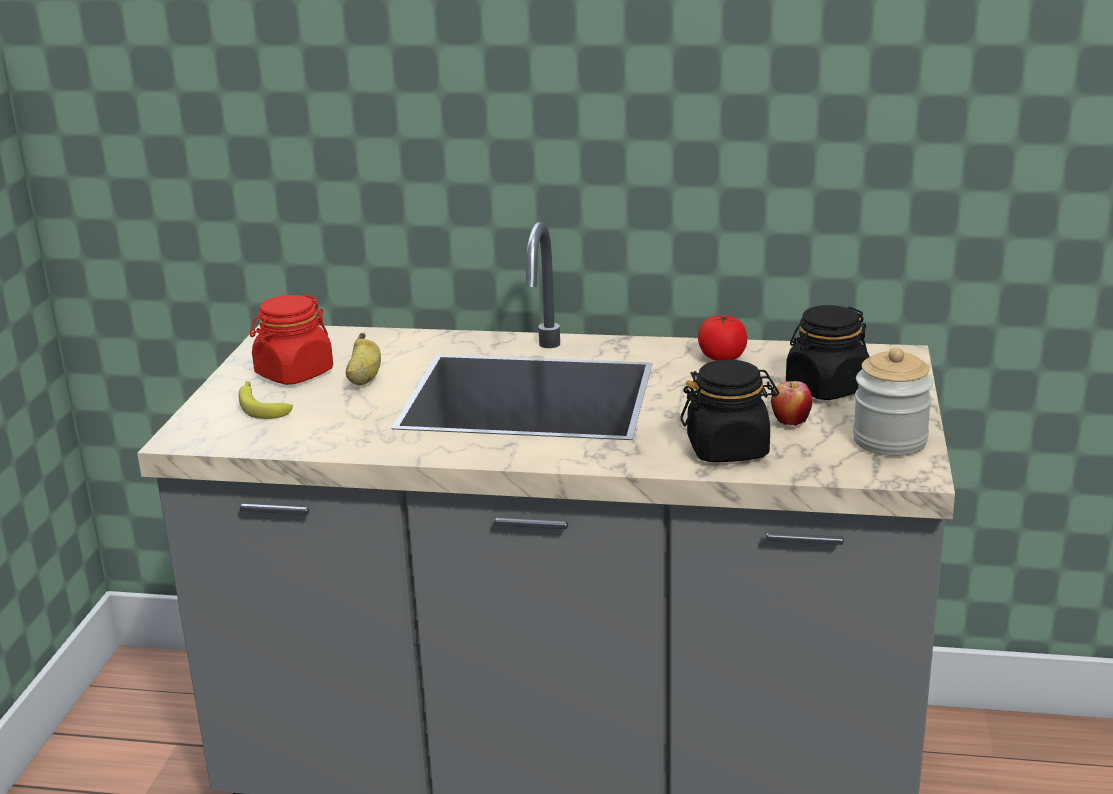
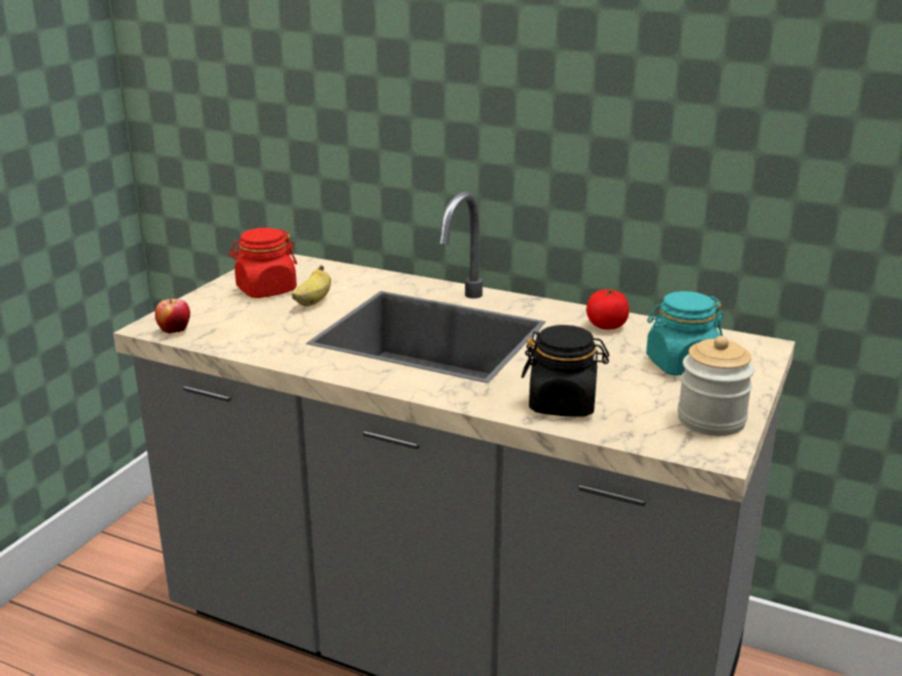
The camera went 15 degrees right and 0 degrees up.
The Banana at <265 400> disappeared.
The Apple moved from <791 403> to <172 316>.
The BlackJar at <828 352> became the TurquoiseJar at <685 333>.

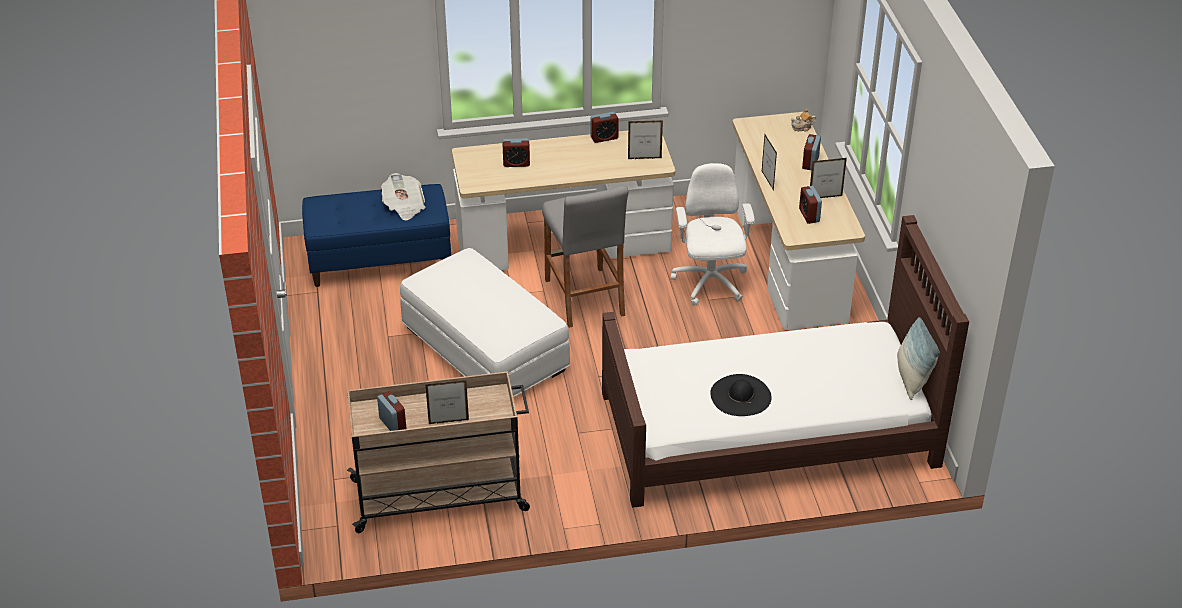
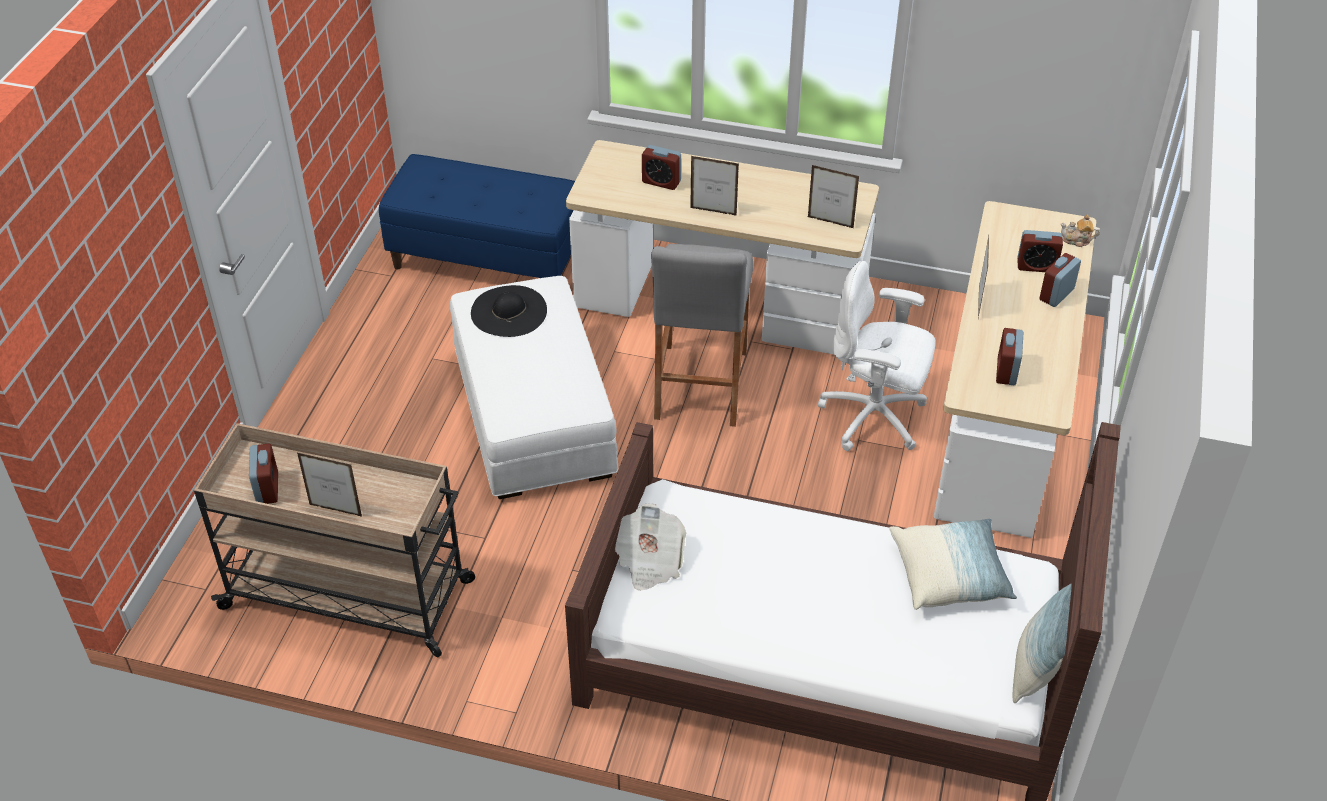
The camera went 25 degrees right and 5 degrees up.
The Pillow at <953 564> appeared.
The Newspaper moved from <403 197> to <650 547>.
The AlarmClock moved from <604 127> to <1040 251>.
The BlackHat moved from <741 395> to <509 311>.
The PictureFrame moved from <828 178> to <714 186>.
The WhiteOfficeChair at <713 234> turned 90 degrees counterclockwise.

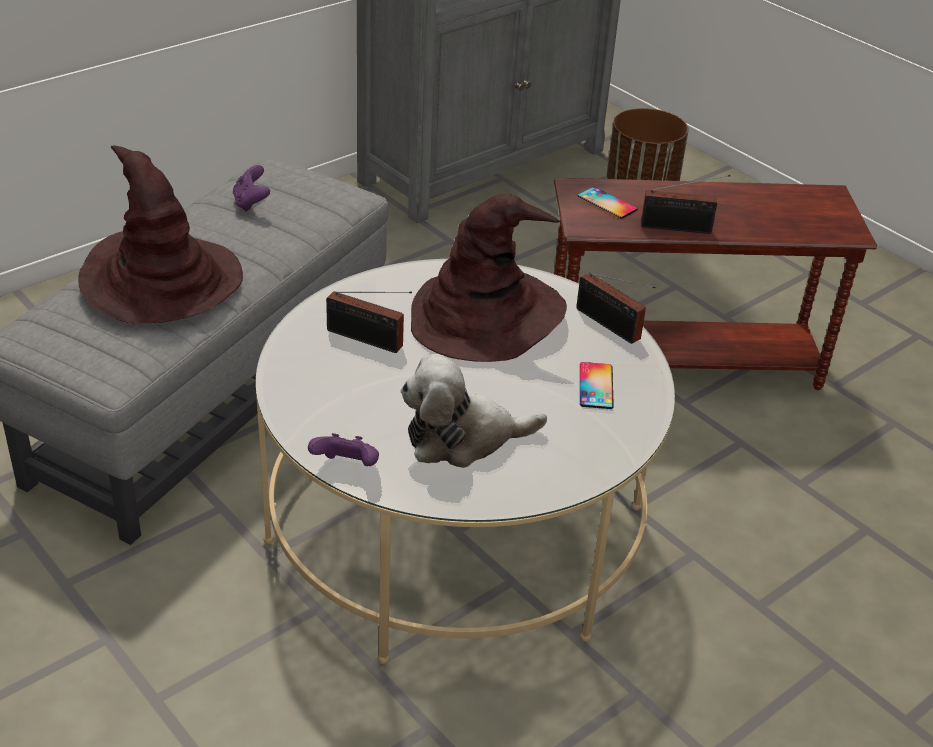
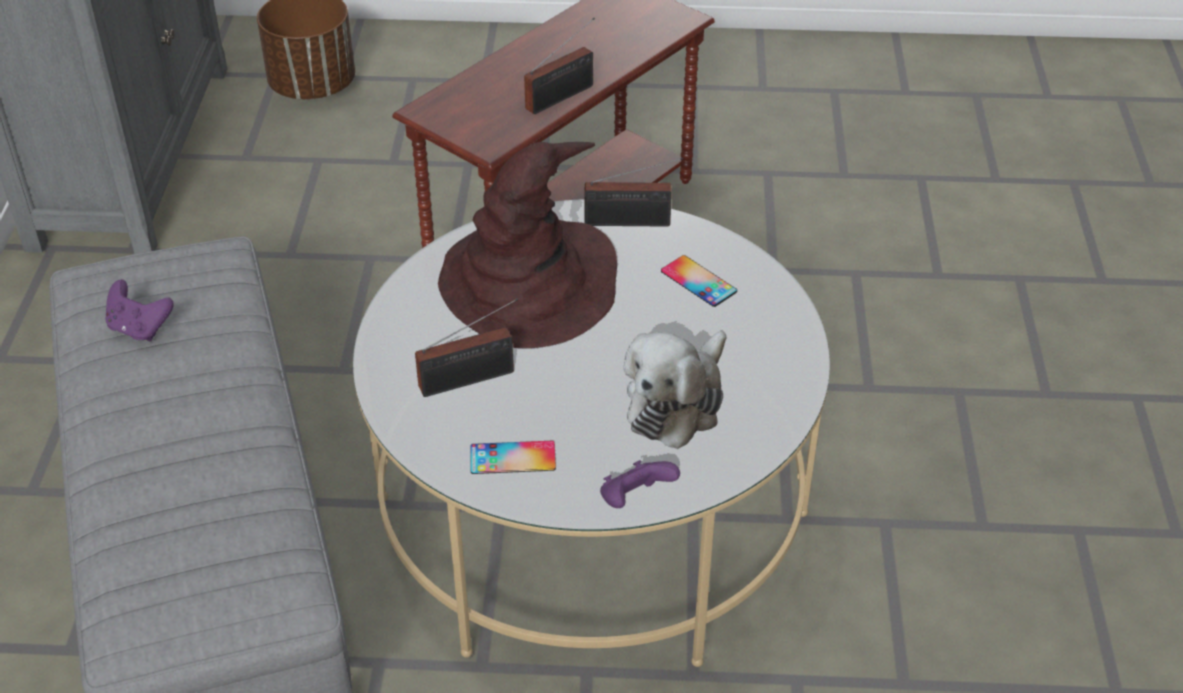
The camera went 45 degrees left and 5 degrees up.
The BrownHat at <160 234> disappeared.
The Phone moved from <608 202> to <513 457>.

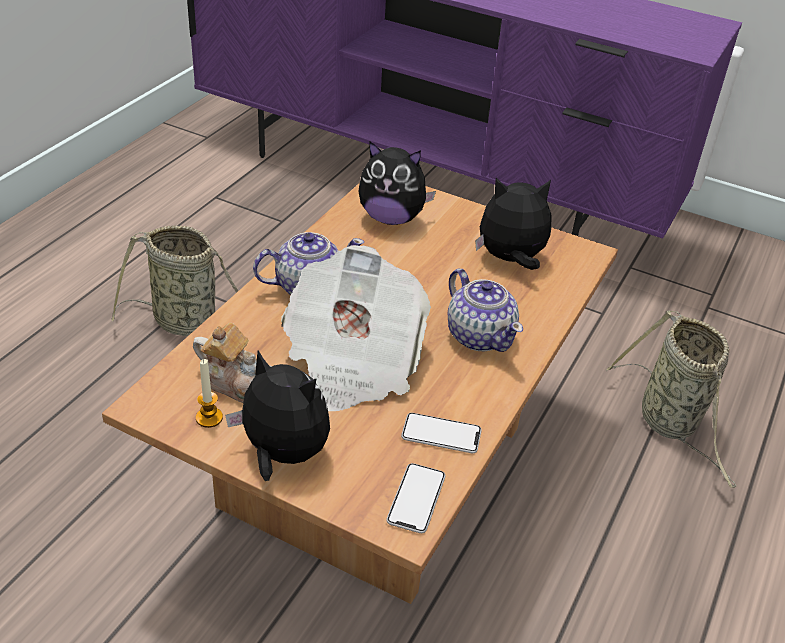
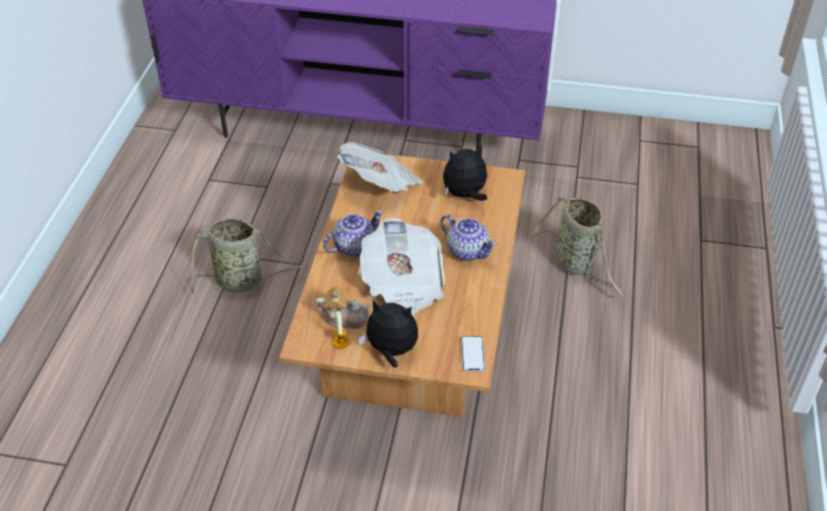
The camera went 15 degrees left and 5 degrees up.
The Phone at <441 433> disappeared.
The PlushToy at <397 183> was replaced by the Newspaper at <380 167>.

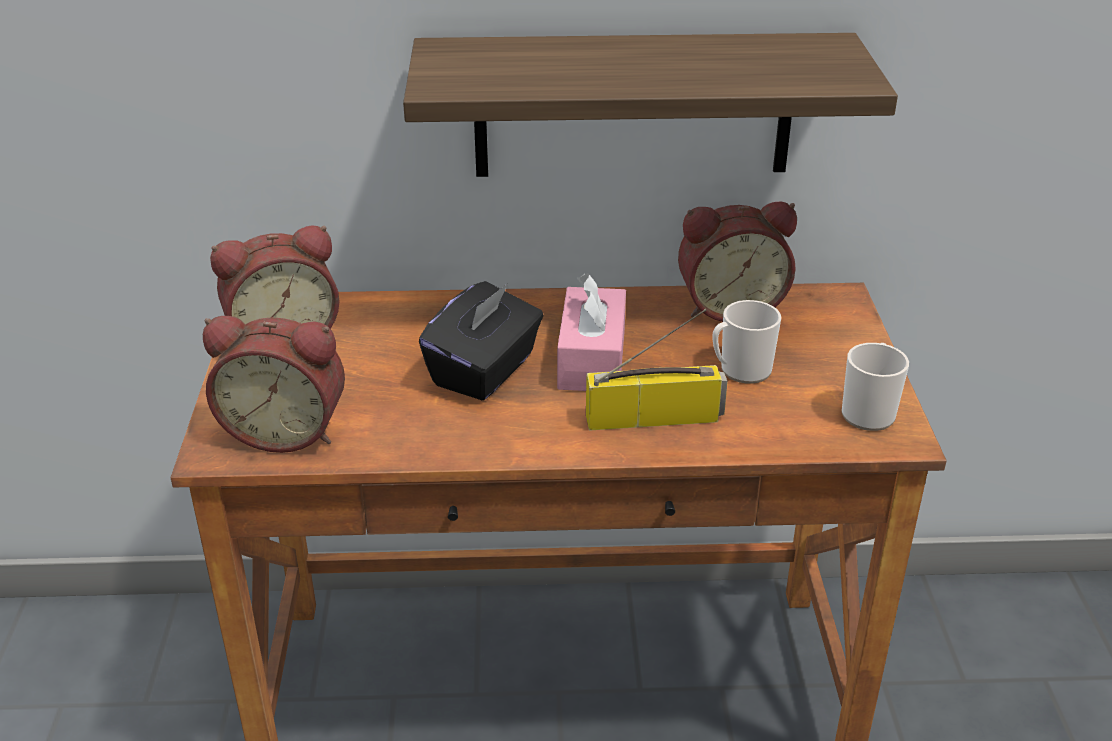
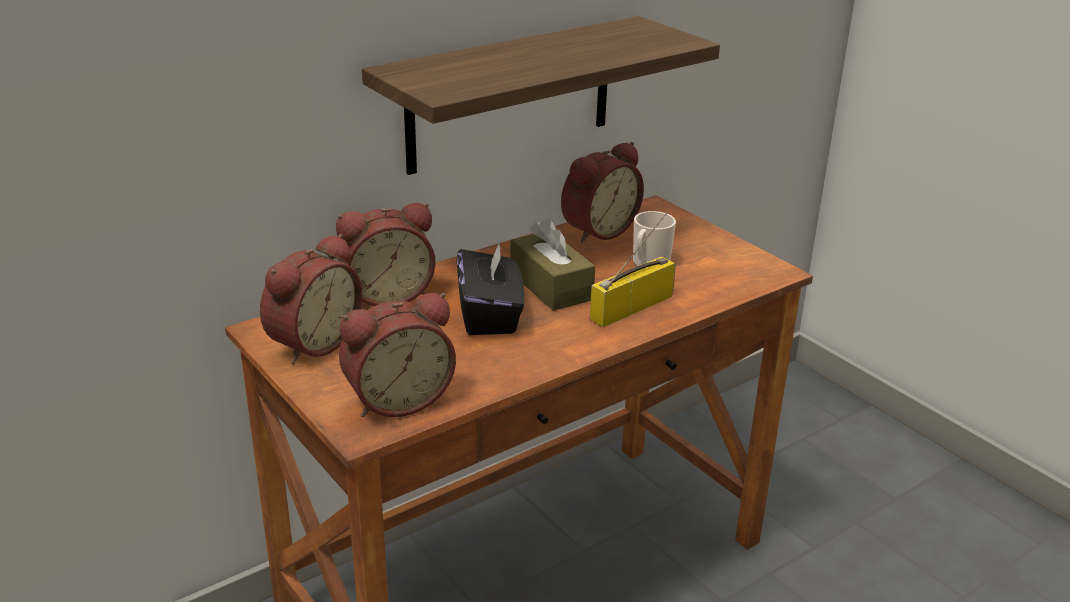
The camera went 35 degrees left and 5 degrees down.
The Mug at <875 387> disappeared.
The AlarmClock at <385 254> appeared.
The PinkTissueBox at <591 332> became the BrownTissueBox at <552 264>.

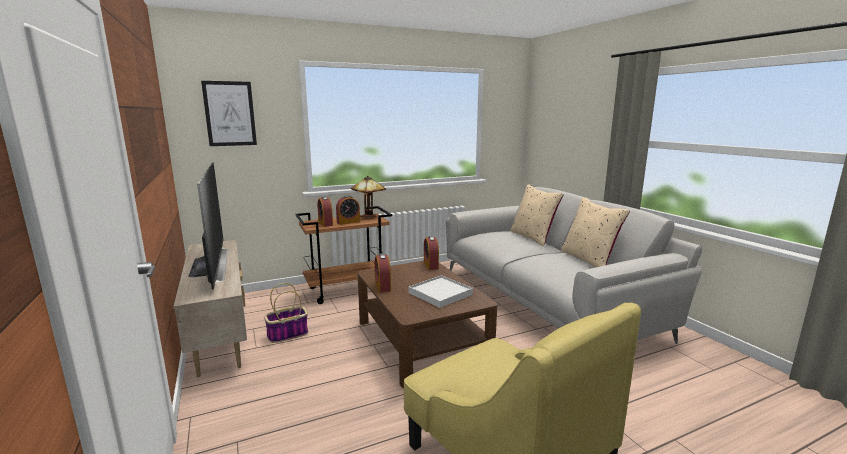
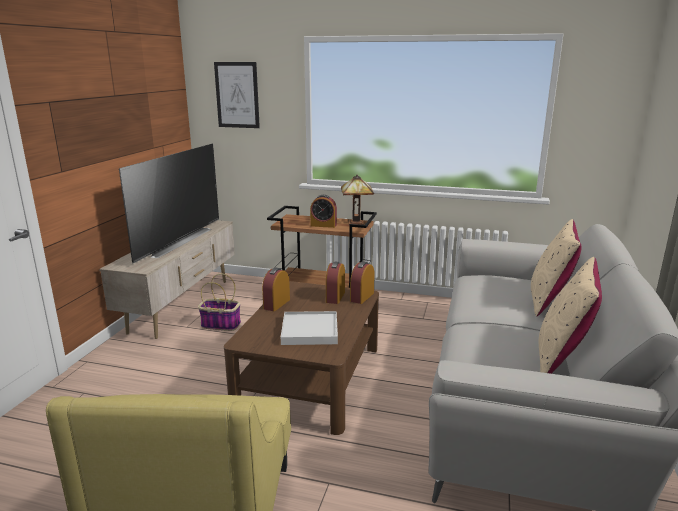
The camera went 40 degrees right and 5 degrees up.
The AlarmClock moved from <325 211> to <335 283>.

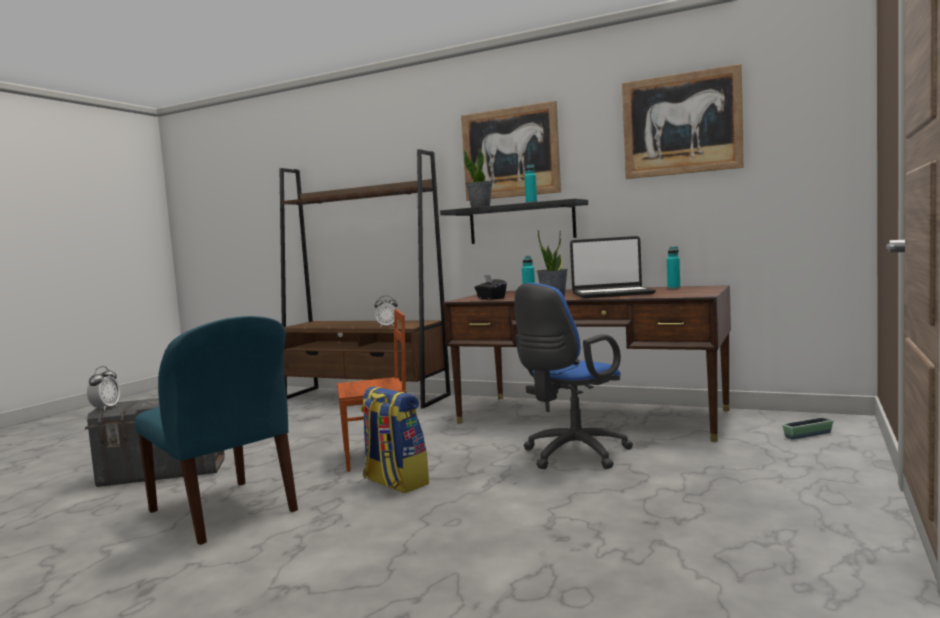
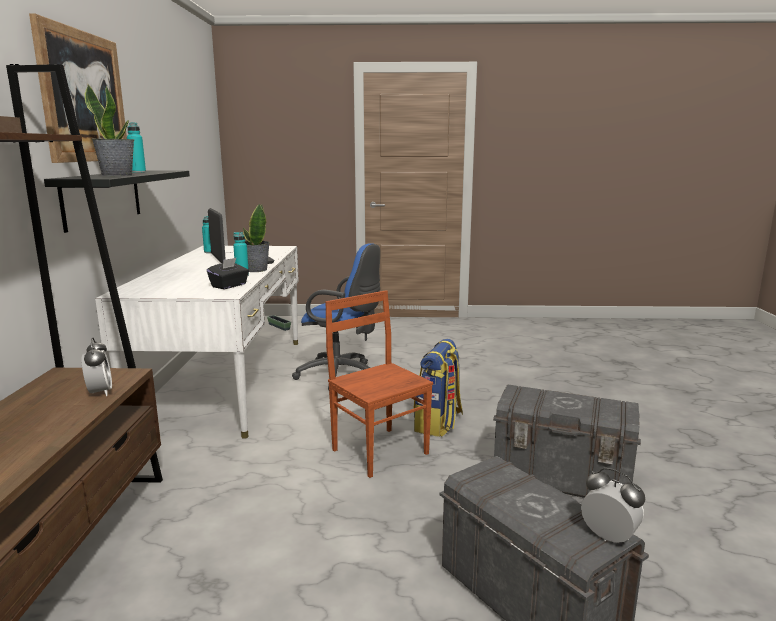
The camera went 115 degrees left and 10 degrees up.
The Picture at <683 121> disappeared.
The BlueChair at <216 430> was replaced by the GreyStorageBox at <567 441>.
The BrownDesk at <587 363> became the WhiteDesk at <197 342>.
The AlarmClock at <103 388> turned 60 degrees clockwise.

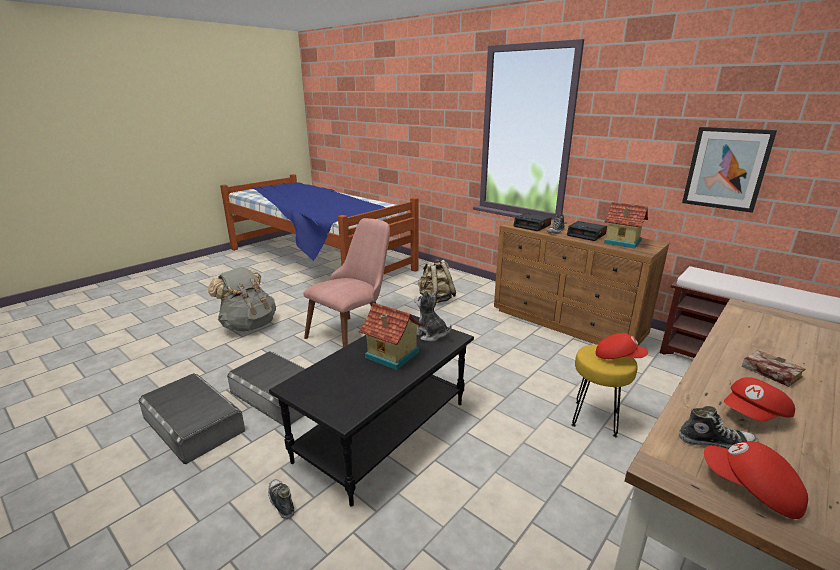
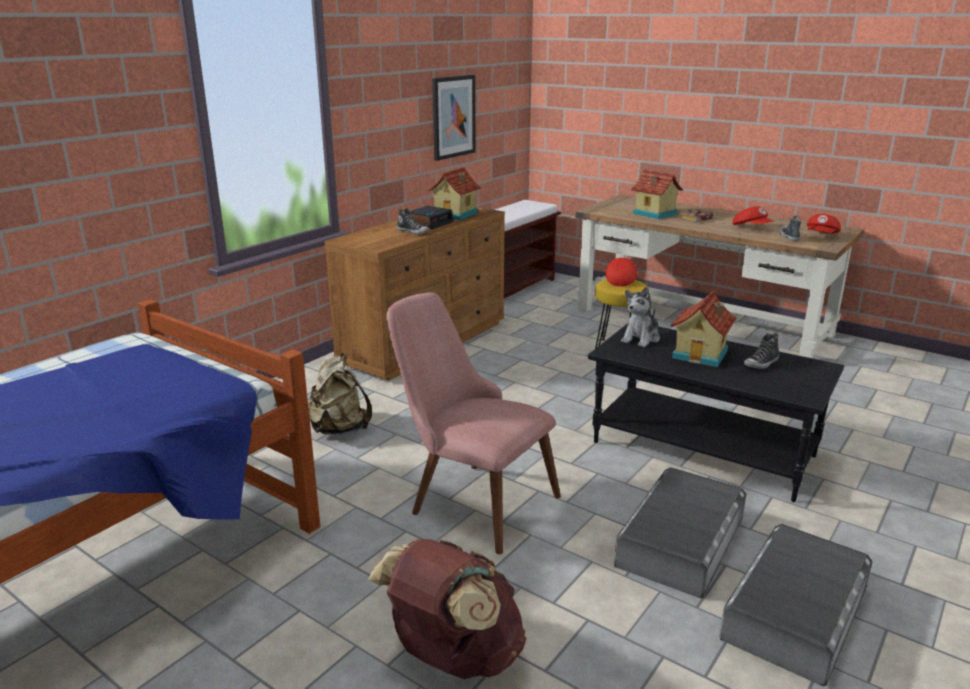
The camera went 95 degrees left and 0 degrees up.
The AlarmClock at <532 222> disappeared.
The ToyHouse at <657 194> appeared.
The Shoe moved from <281 499> to <761 351>.
The GreyBackpack at <242 299> became the BrownBackpack at <447 609>.

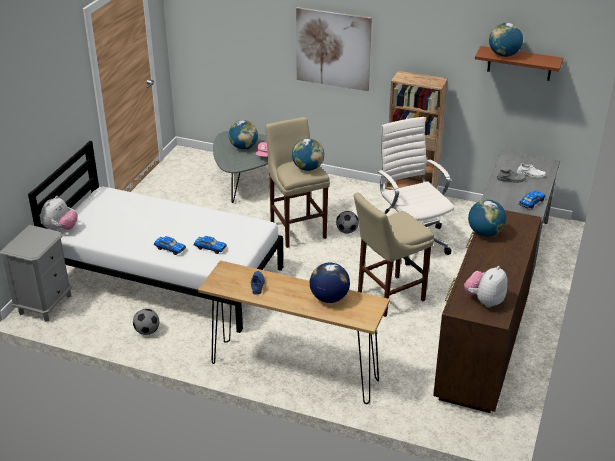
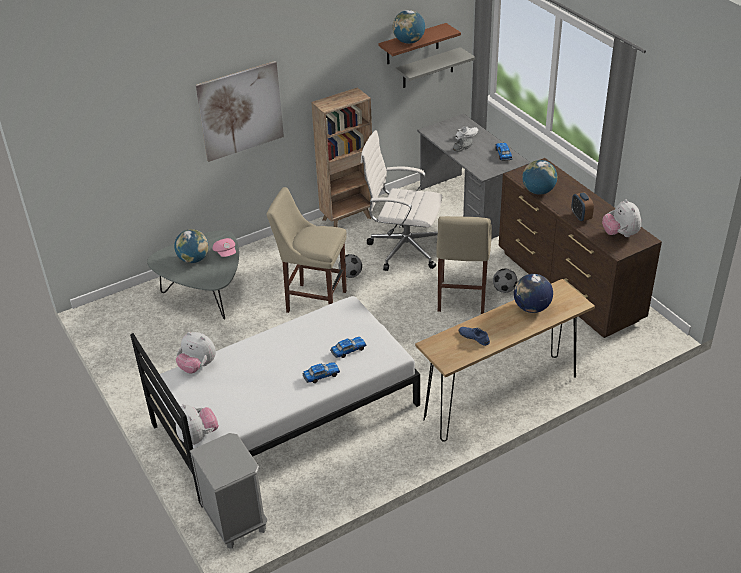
The camera went 50 degrees left and 5 degrees up.
The Globe at <308 154> disappeared.
The PlushToy at <196 353> appeared.
The GreyShelf at <435 67> appeared.
The AlarmClock at <582 207> appeared.
The Football moved from <146 322> to <505 281>.

